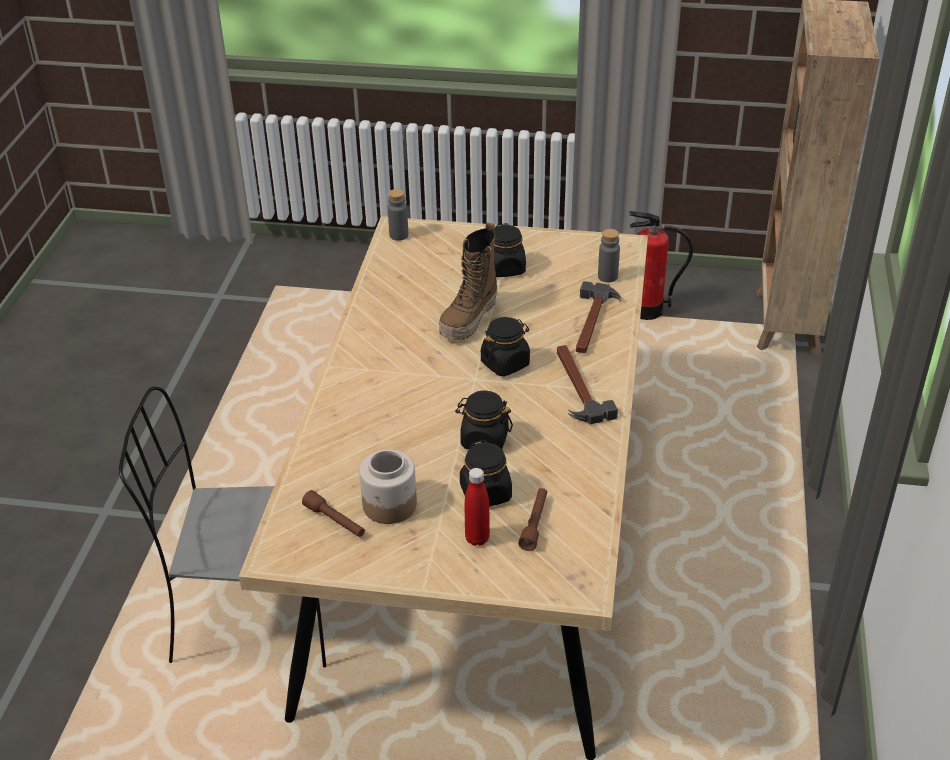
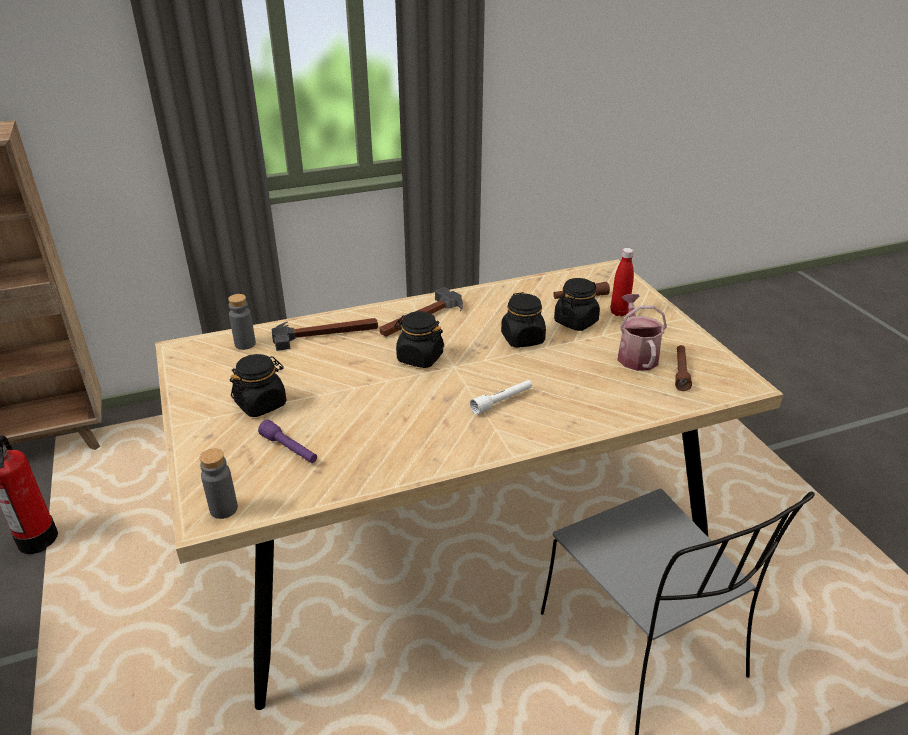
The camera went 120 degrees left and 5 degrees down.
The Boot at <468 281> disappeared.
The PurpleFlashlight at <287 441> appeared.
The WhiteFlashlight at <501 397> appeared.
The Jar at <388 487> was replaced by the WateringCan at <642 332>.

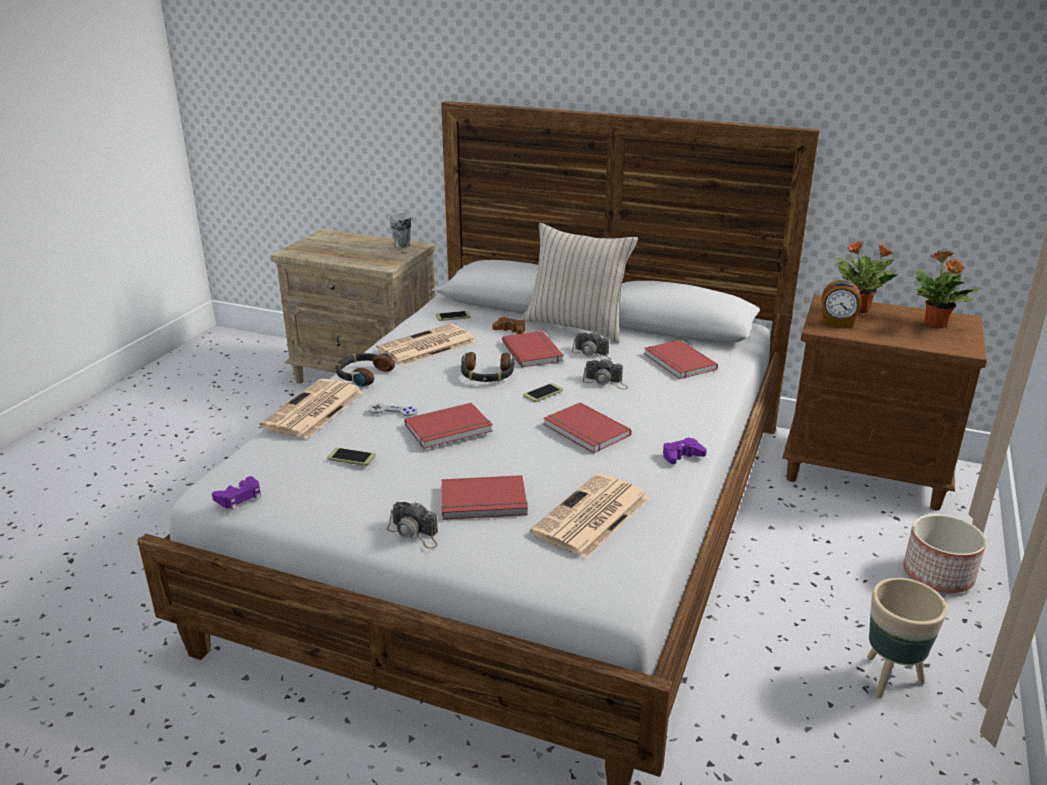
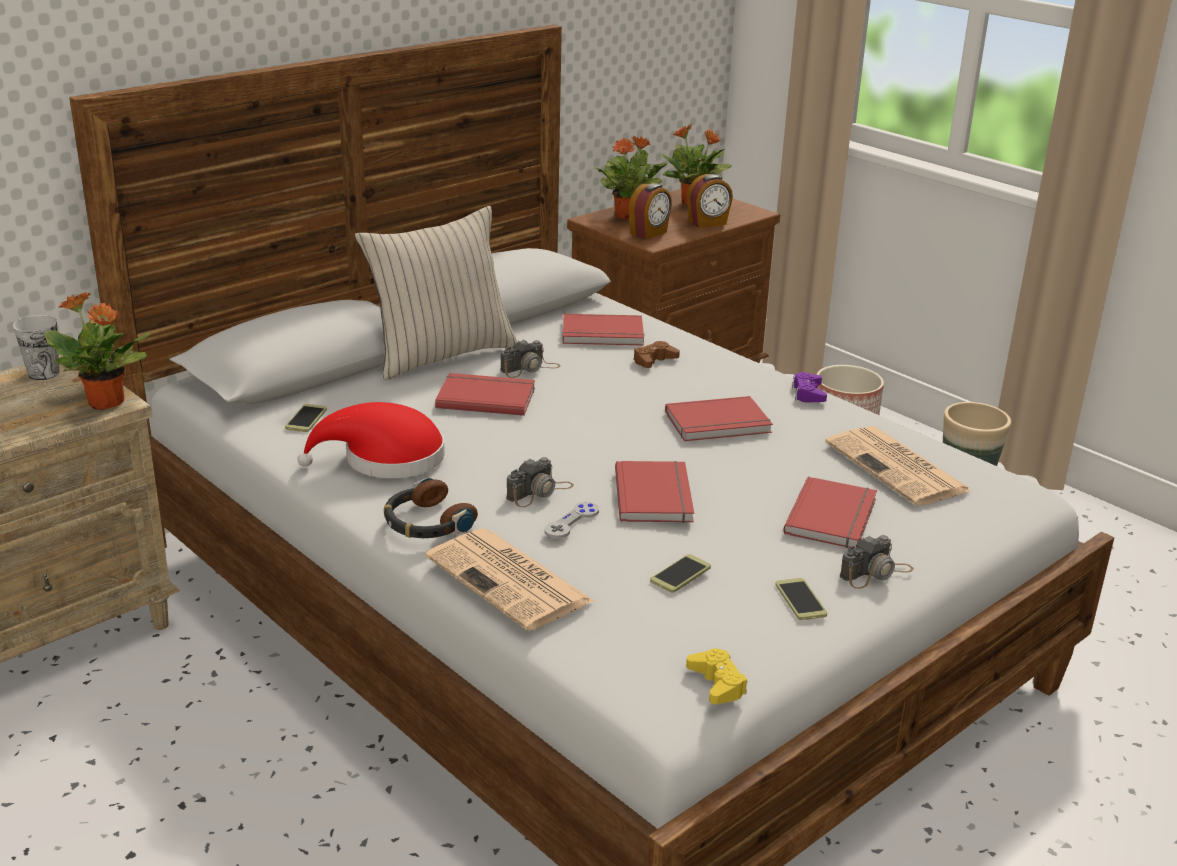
The camera went 65 degrees left and 0 degrees up.
The Headphones at <487 367> disappeared.
The PottedPlant at <98 351> appeared.
The AlarmClock at <710 201> appeared.
The BrownGameController moved from <509 325> to <656 354>.
The Phone moved from <543 392> to <801 599>.
The PhotoCamera moved from <605 374> to <540 482>.
The Newspaper at <426 345> was replaced by the RedHat at <371 440>.
The PurpleGameController at <236 493> became the YellowGameController at <716 676>.

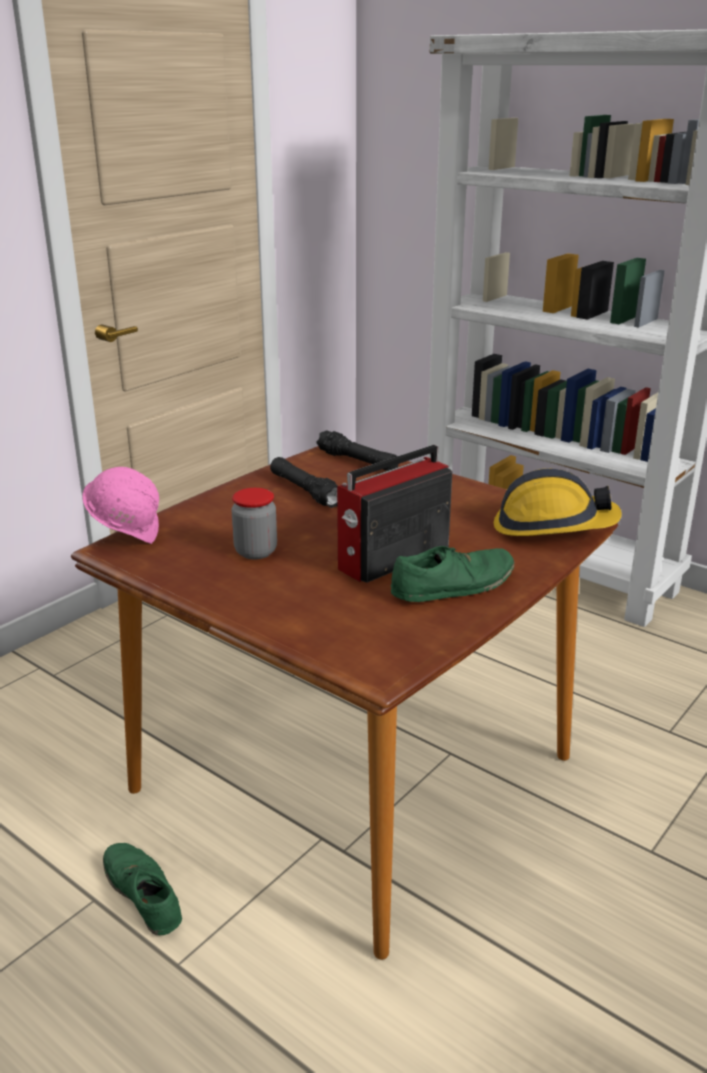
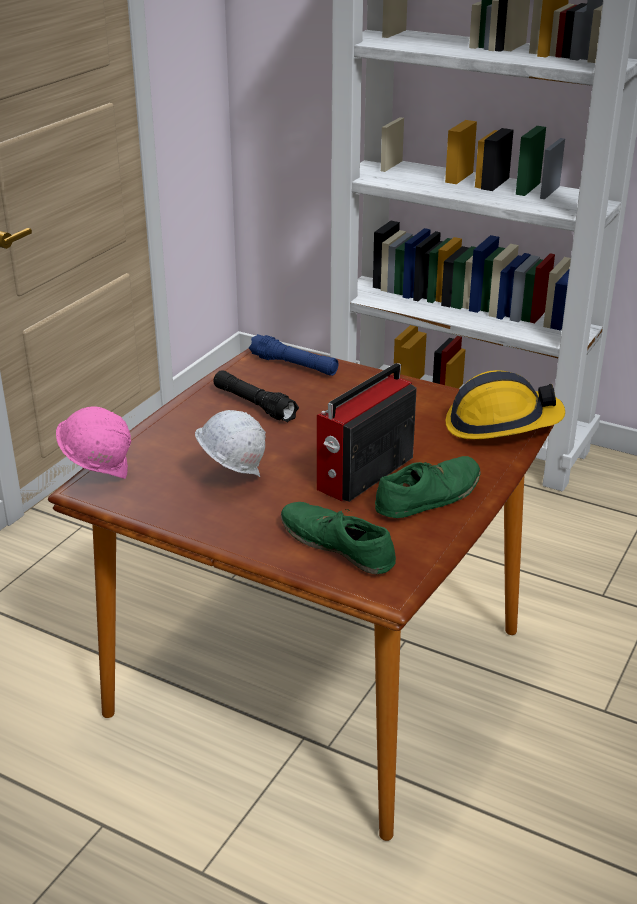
The camera went 10 degrees left and 5 degrees up.
The GreenShoe moved from <142 889> to <338 538>.
The Jar at <254 523> was replaced by the WhiteHardHat at <230 443>.
The BlackFlashlight at <357 450> became the BlueFlashlight at <293 355>.

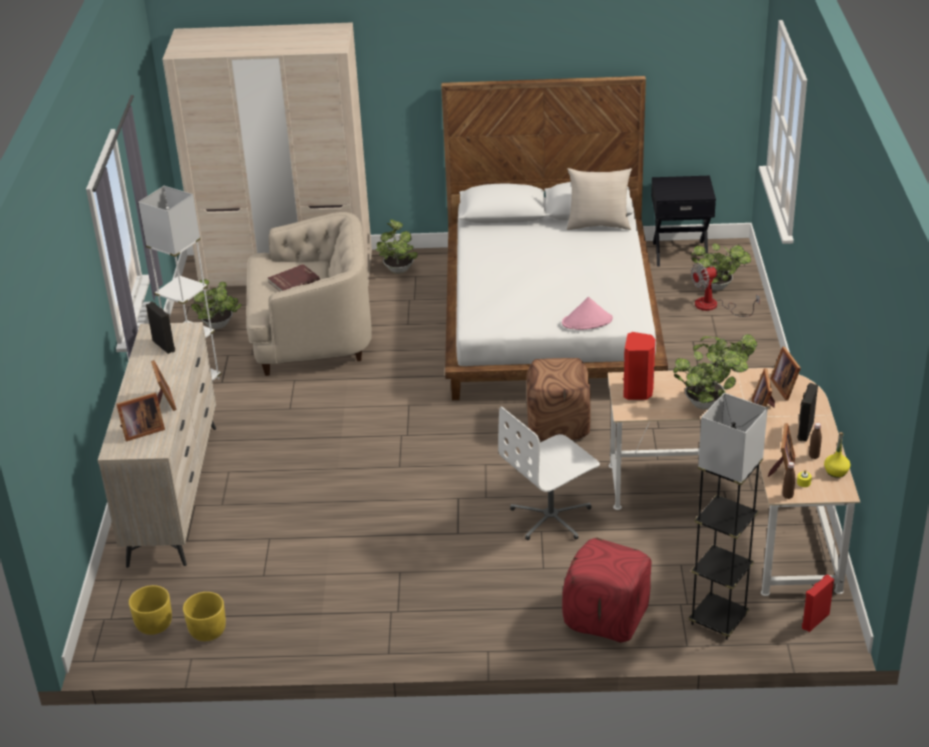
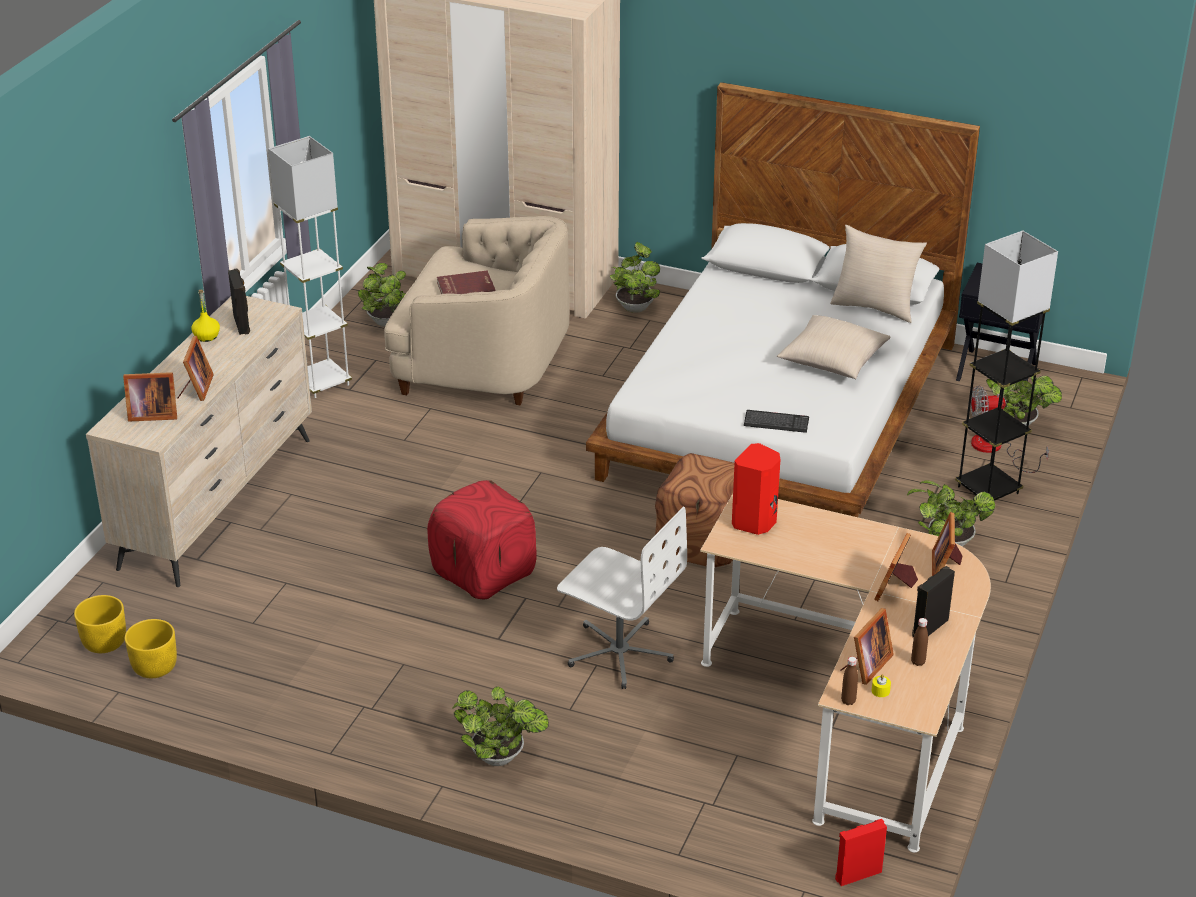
The camera went 20 degrees right and 0 degrees up.
The BeigePillow at <833 347> appeared.
The RedOttoman moved from <607 590> to <482 539>.
The PottedPlant moved from <710 380> to <500 726>.
The GreyFloorLamp moved from <728 516> to <1006 365>.
The YellowBottle moved from <837 455> to <205 316>.
The PinkHat at <587 313> was replaced by the Keyboard at <776 421>.
The WhiteOfficeChair at <549 473> turned 135 degrees counterclockwise.

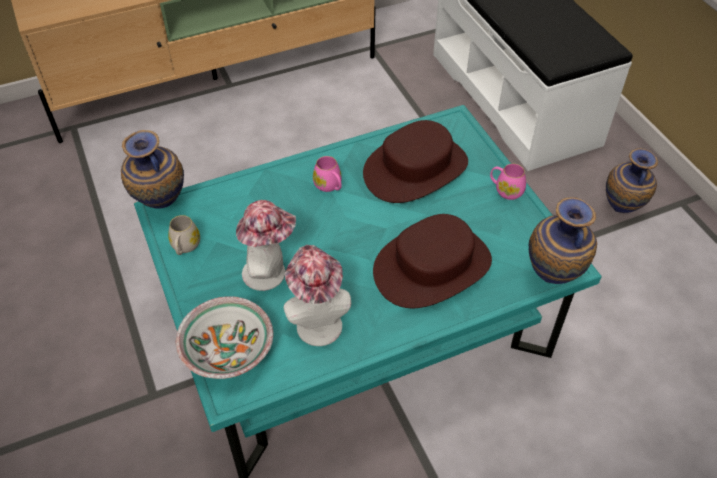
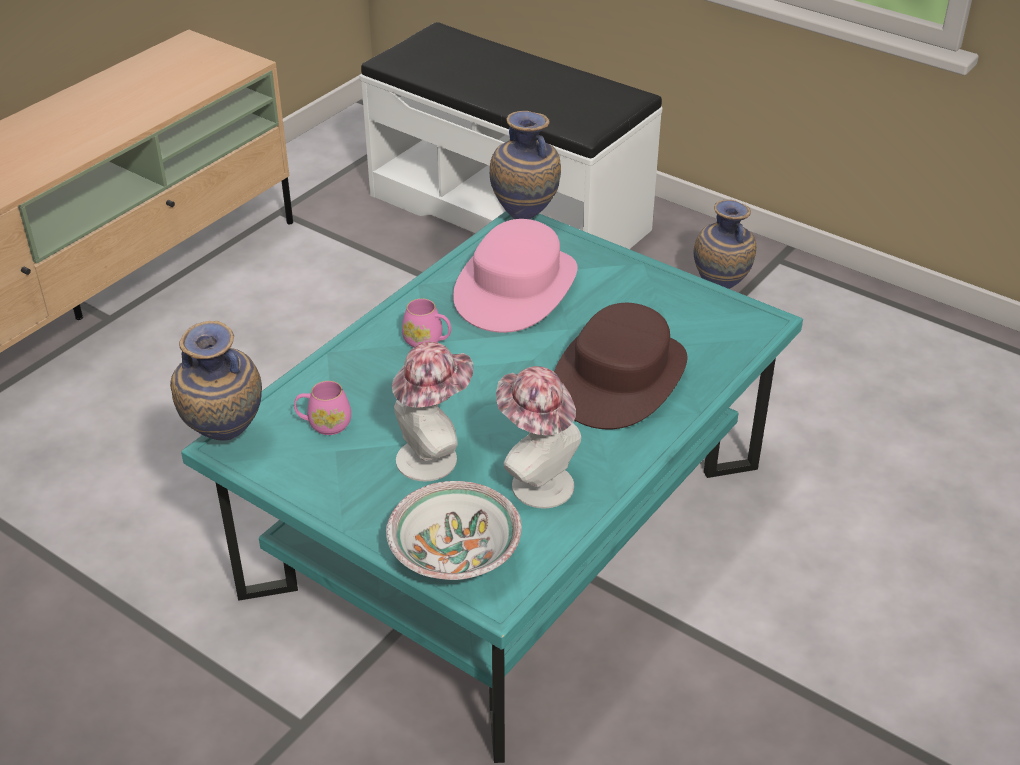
The camera went 30 degrees left and 10 degrees down.
The WhiteMug at <184 235> disappeared.
The PinkMug moved from <508 182> to <322 408>.
The Vase moved from <563 240> to <525 165>.
The BrownHat at <415 161> became the PinkHat at <515 276>.

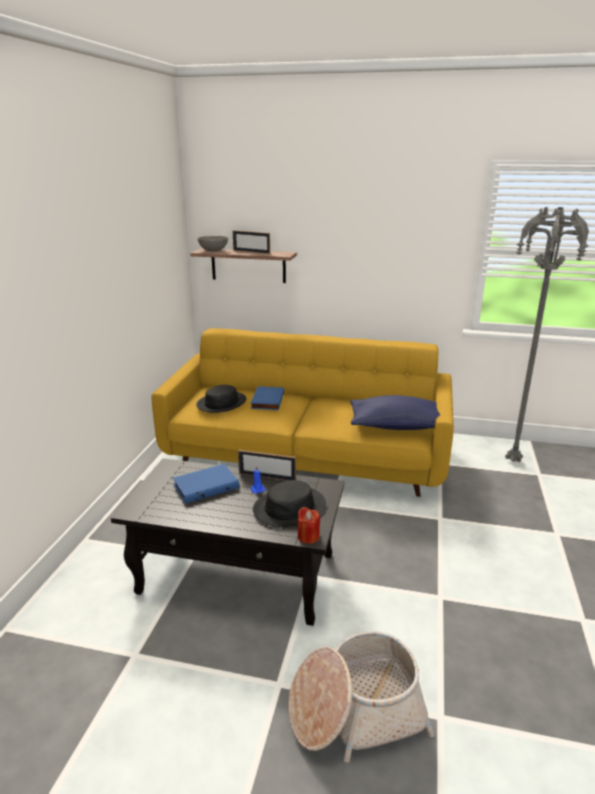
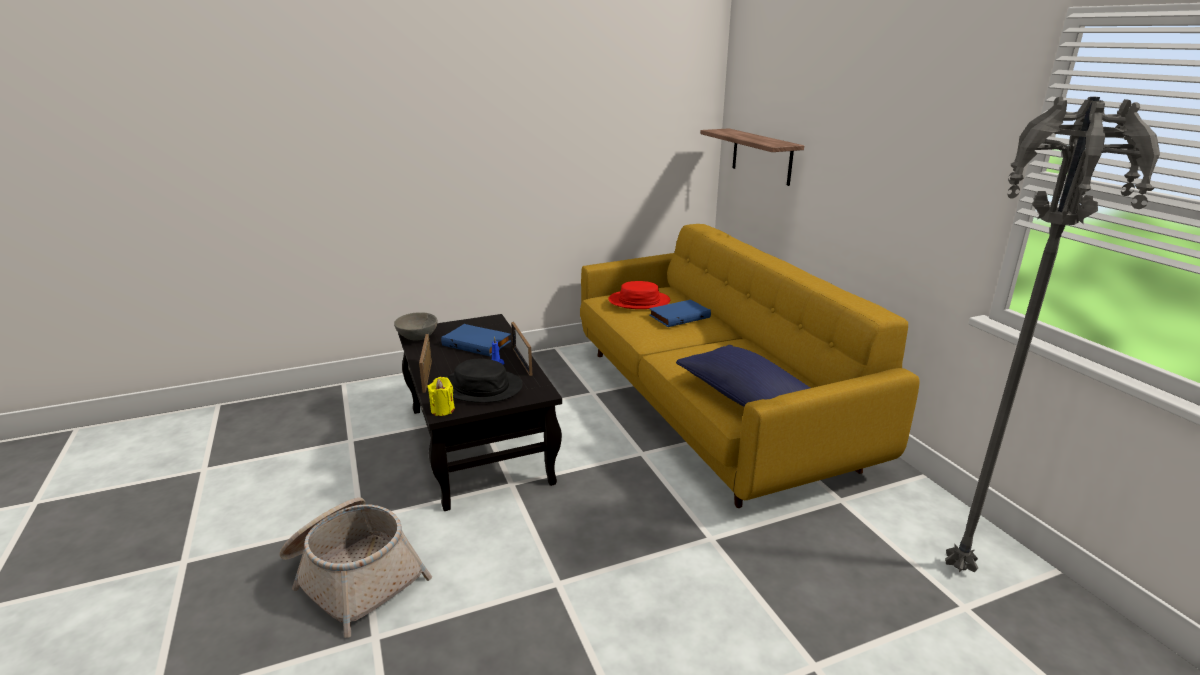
The camera went 55 degrees right and 0 degrees up.
The GreyBowl moved from <213 244> to <415 326>.
The PictureFrame moved from <251 242> to <425 363>.
The BlackHat at <221 399> became the RedHat at <639 295>.
The RedCandle at <309 525> became the YellowCandle at <441 396>.

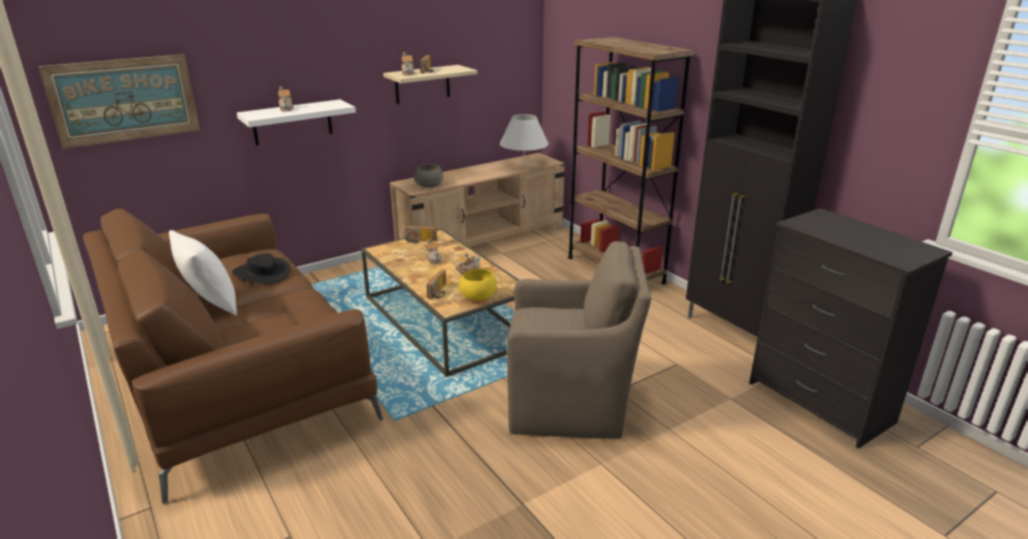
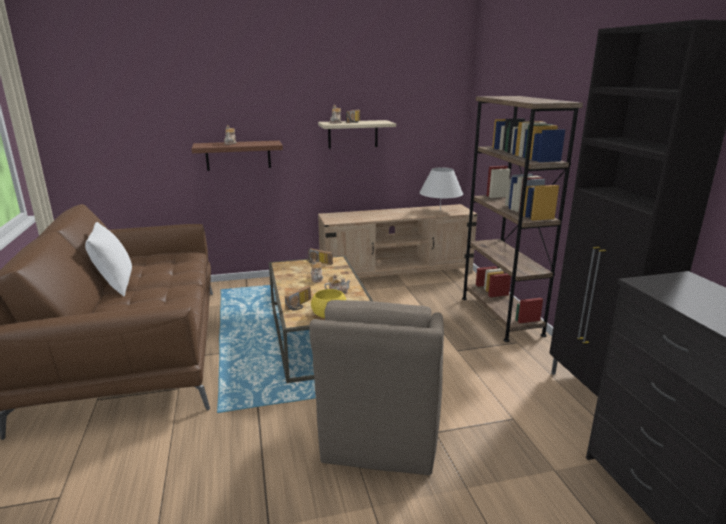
The camera went 20 degrees right and 5 degrees down.
The Picture at <119 101> disappeared.
The BlackHat at <261 268> disappeared.
The GreyBowl at <428 176> disappeared.
The WhiteShelf at <296 122> became the BrownShelf at <237 156>.
The BrownArmchair at <579 340> turned 75 degrees clockwise.

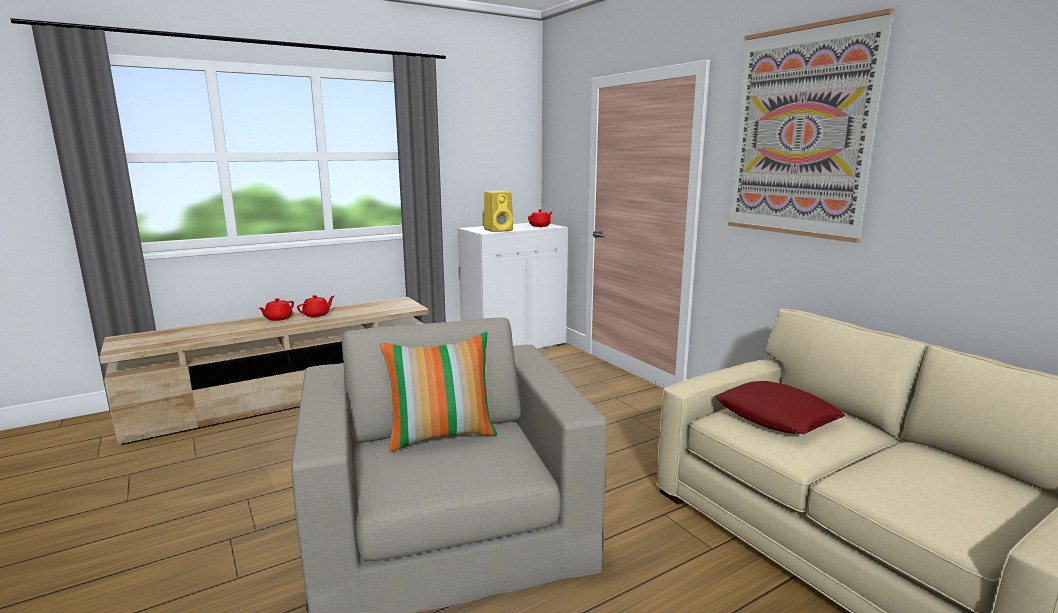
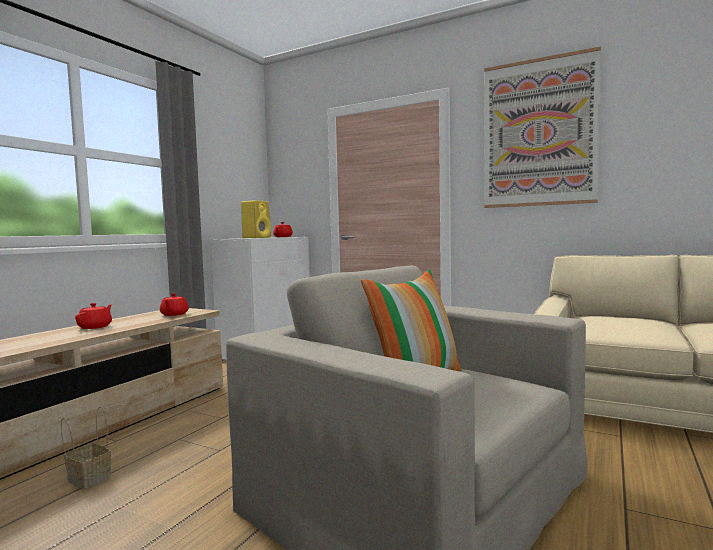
The camera went 30 degrees left and 10 degrees down.
The RedPillow at <780 407> disappeared.
The Basket at <86 447> appeared.
The RedTeapot moved from <276 309> to <174 304>.

